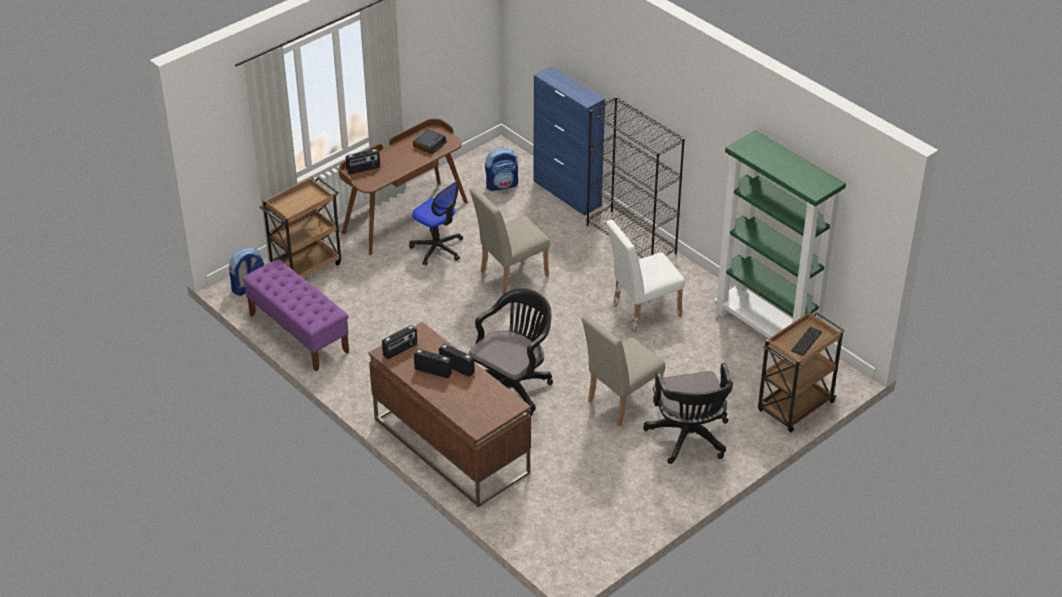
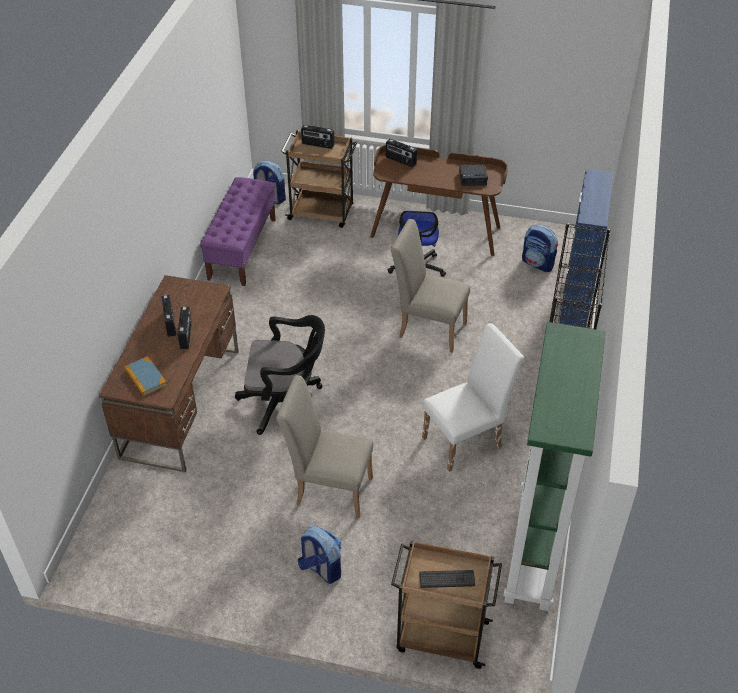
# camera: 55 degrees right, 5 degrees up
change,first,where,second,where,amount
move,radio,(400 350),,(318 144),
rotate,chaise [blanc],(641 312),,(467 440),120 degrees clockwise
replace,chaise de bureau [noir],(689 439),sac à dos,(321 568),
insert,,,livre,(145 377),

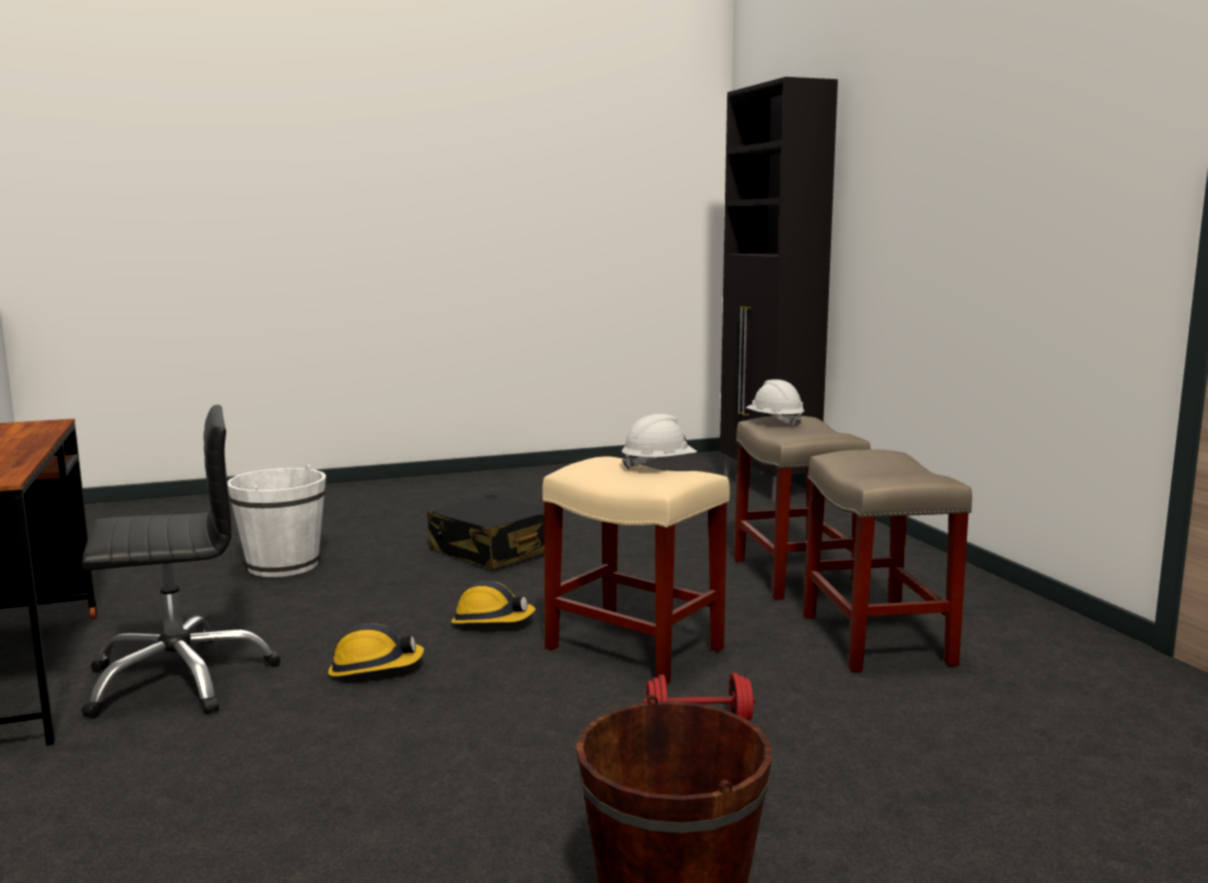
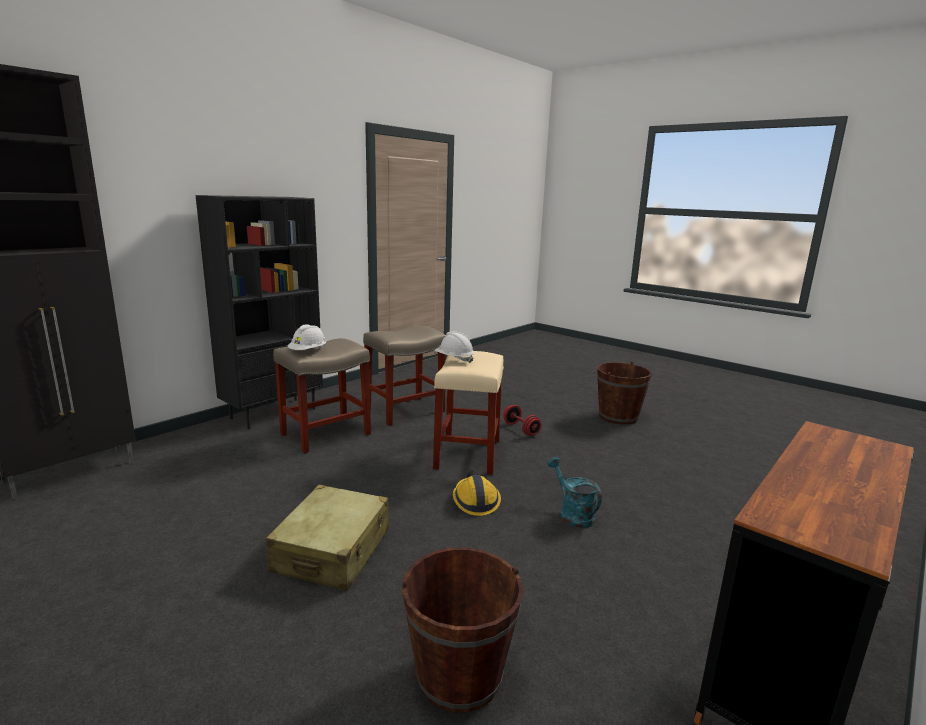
# camera: 120 degrees left, 5 degrees up
change,first,where,second,where,amount
delete,chaise de bureau [noir],(179 679),,,
recolor,seau [blanc],(283 565),seau [marron],(459 675),
replace,casque de chantier,(375 668),arrosoir [turquoise],(572 514),
recolor,valise [noir],(493 551),valise [beige],(333 551),
insert,,,bibliothèque [noir],(273 413),

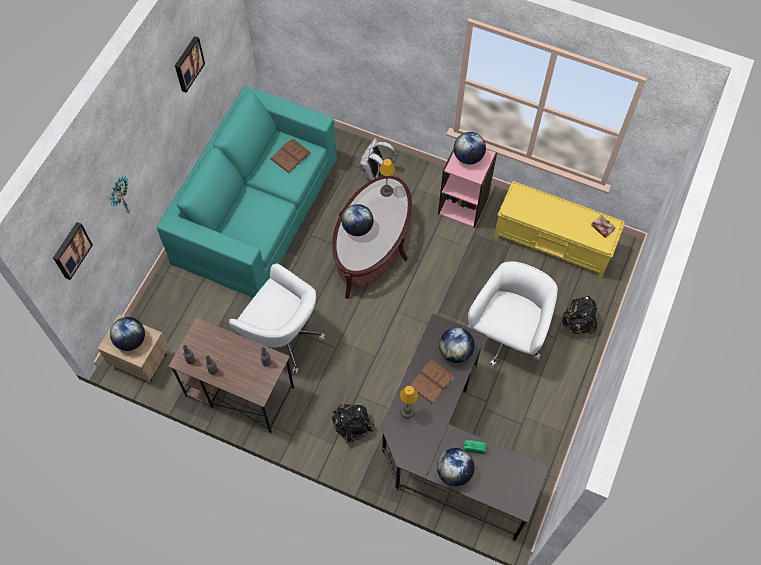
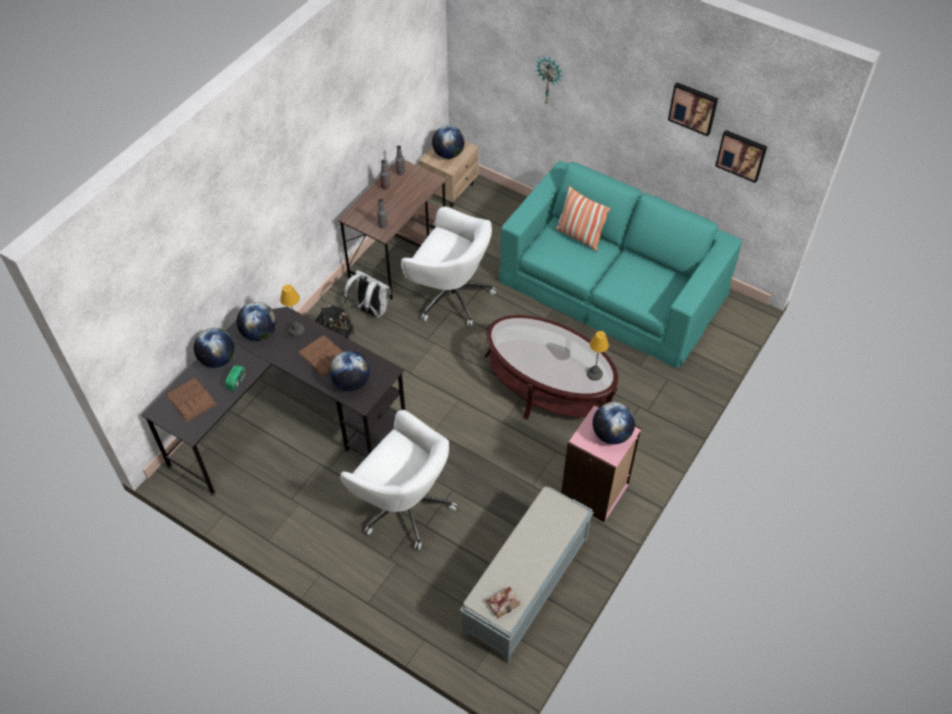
# camera: 100 degrees right, 10 degrees down
change,first,where,second,where,amount
move,tableau,(71 250),,(741 155),
rotate,chaise de bureau [blanc],(282 337),,(450 295),105 degrees counterclockwise
move,livre [marron],(290 156),,(191 399),
move,globe,(357 228),,(259 333),
move,sac à dos [blanc],(375 173),,(370 311),
recolor,banc [jaune],(554 242),banc [gris],(525 588),
delete,sac à dos [noir],(578 322),,,
insert,,,coussin,(579 236),

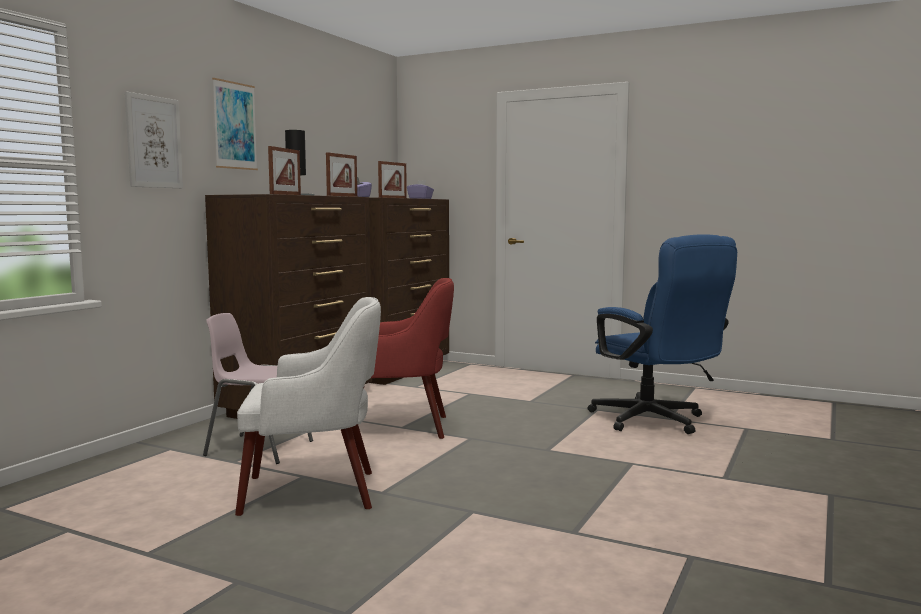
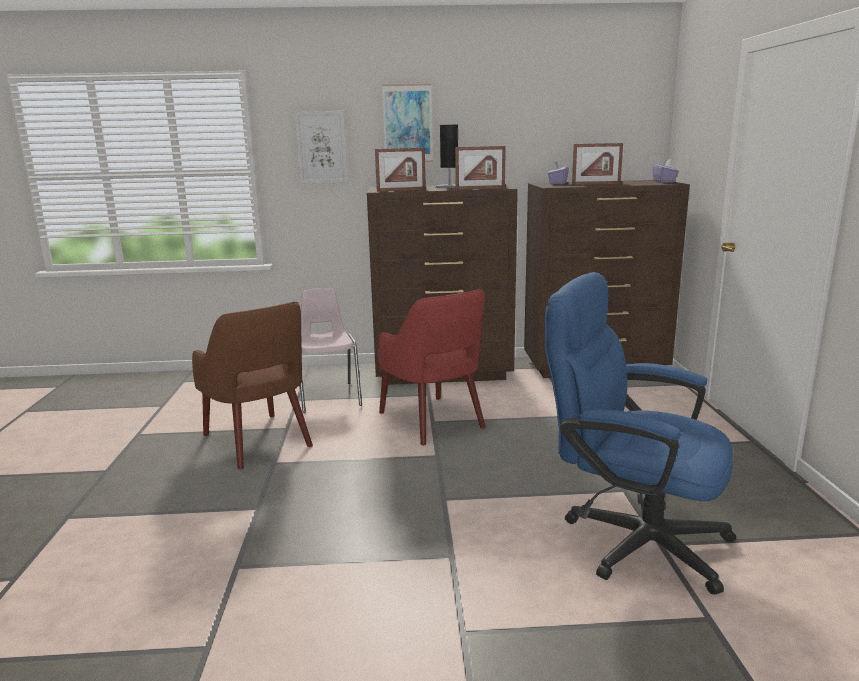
# camera: 60 degrees right, 10 degrees up
change,first,where,second,where,amount
recolor,fauteuil [blanc],(314 492),fauteuil [marron],(258 441),
rotate,chaise de bureau [bleu],(655 422),,(631 538),90 degrees clockwise

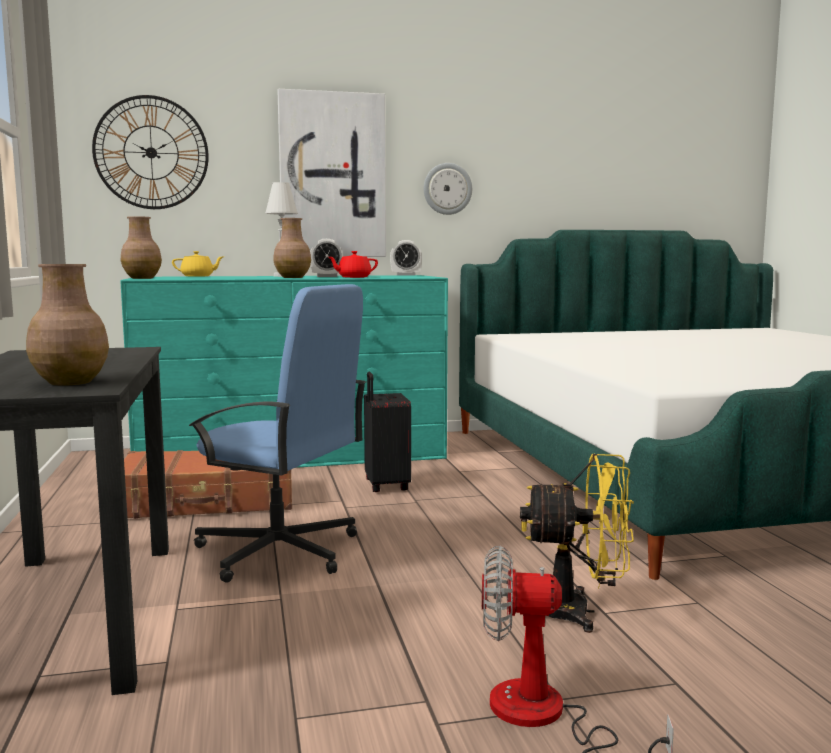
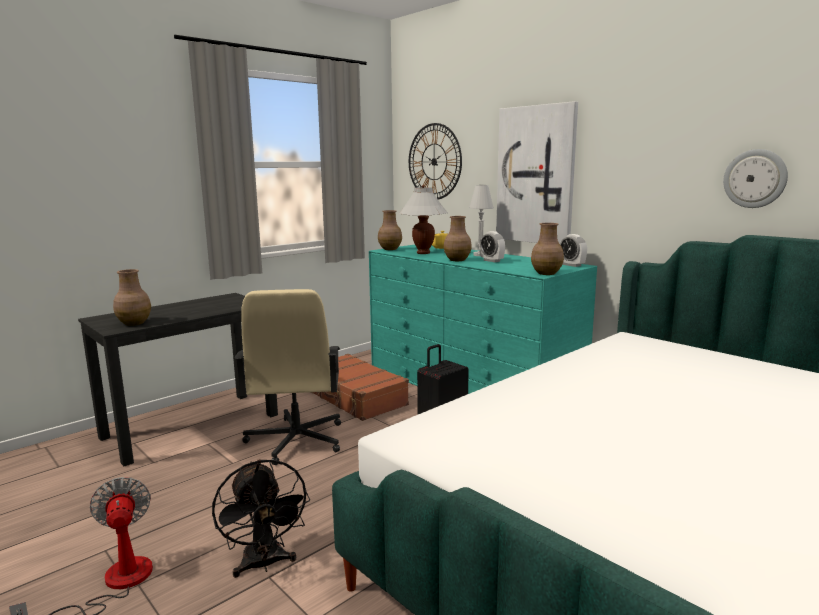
# camera: 60 degrees right, 5 degrees up
change,first,where,second,where,amount
recolor,chaise de bureau [bleu],(280 551),chaise de bureau [beige],(295 441),
delete,théière [rouge],(353 277),,,
move,horloge murale,(447 189),,(755 178),
recolor,ventilateur [jaune],(577 612),ventilateur [noir],(264 564),
insert,,,lampe de table [blanc],(423 253),
insert,,,vase [marron],(546 273),

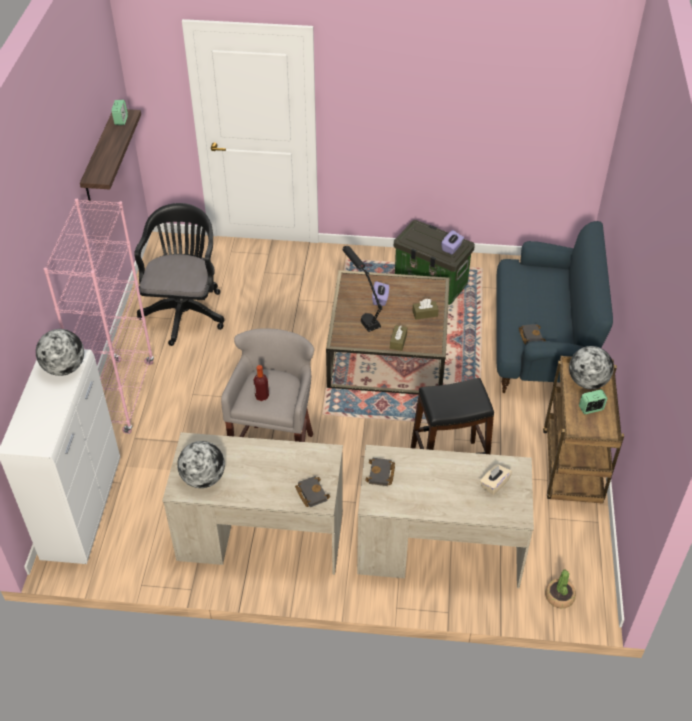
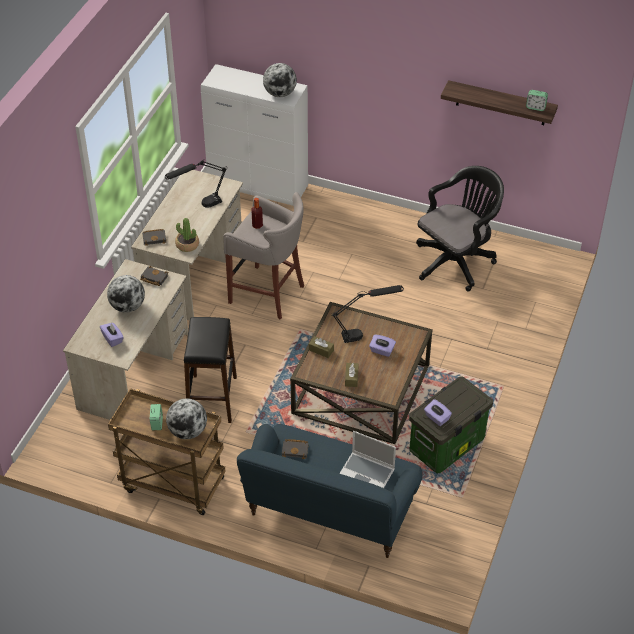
# camera: 105 degrees right, 0 degrees up
change,first,where,second,where,amount
delete,bibliothèque [rose],(122 396),,,
rotate,chaise de bureau [noir],(185 311),,(456 261),60 degrees counterclockwise
move,globe,(203 478),,(127 306),
recolor,boîte à mouchoirs [beige],(494 484),boîte à mouchoirs [violet],(112 339),
move,plante en pot,(559 597),,(187 245),
insert,,,lampe de table [noir],(199 206),
insert,,,ordinateur portable,(367 473),

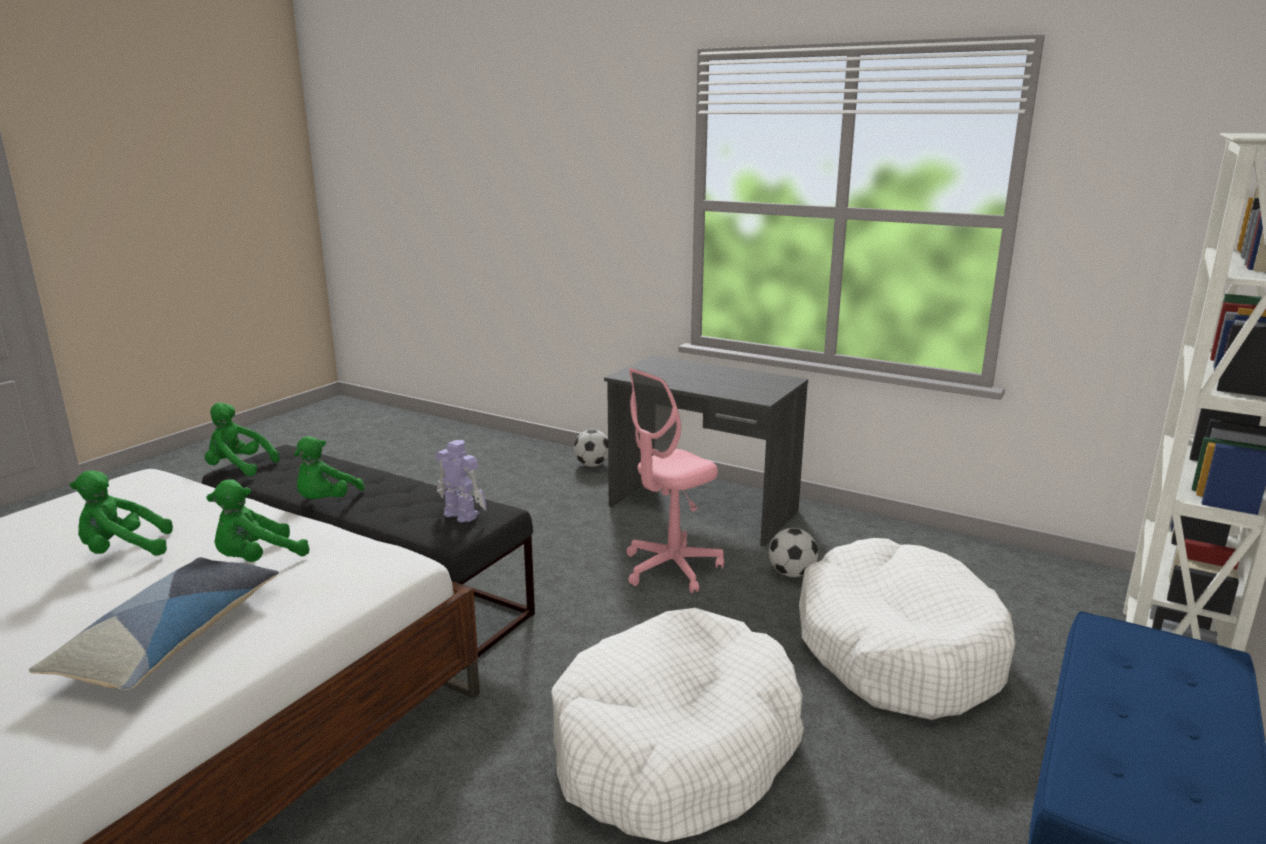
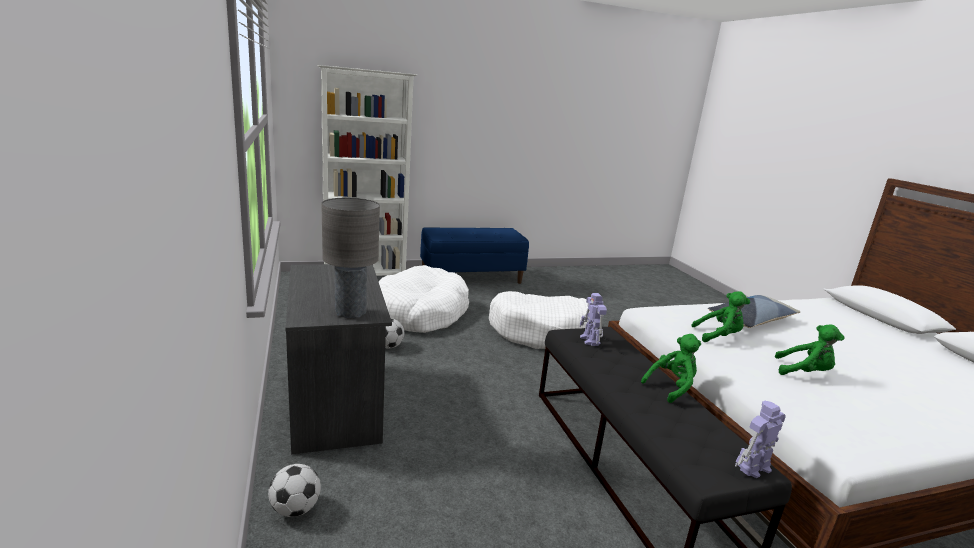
# camera: 140 degrees left, 0 degrees up
change,first,where,second,where,amount
replace,peluche [vert],(238 468),robot jouet,(753 468),
delete,chaise de bureau [rose],(671 568),,,
insert,,,lampe de table [gris],(350 312),

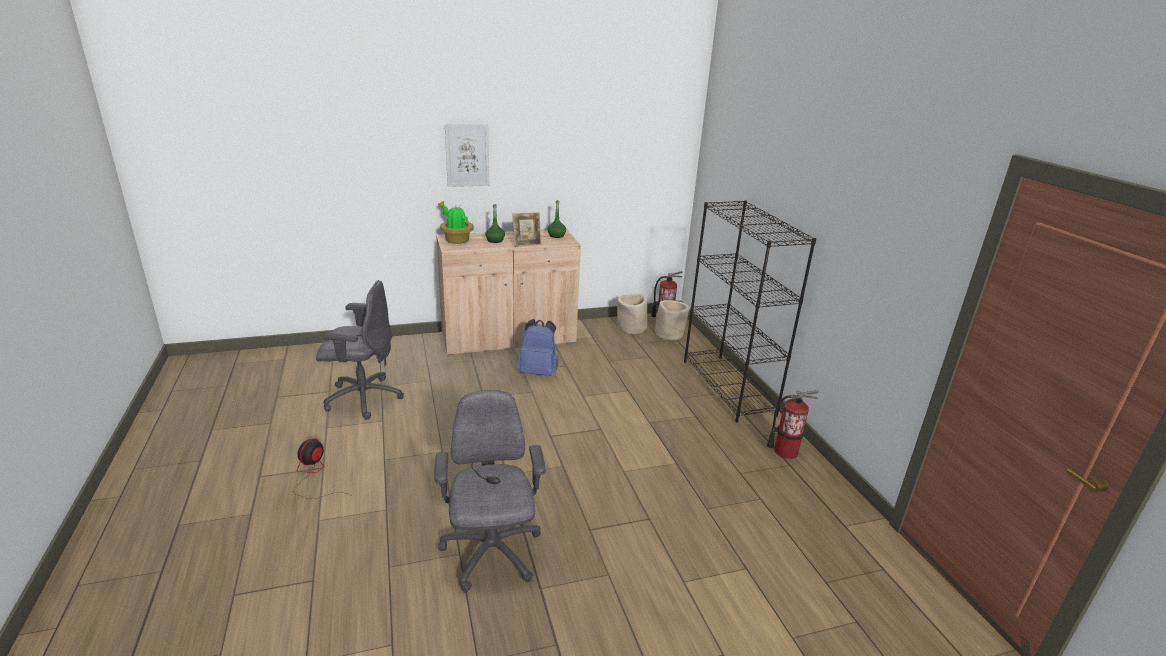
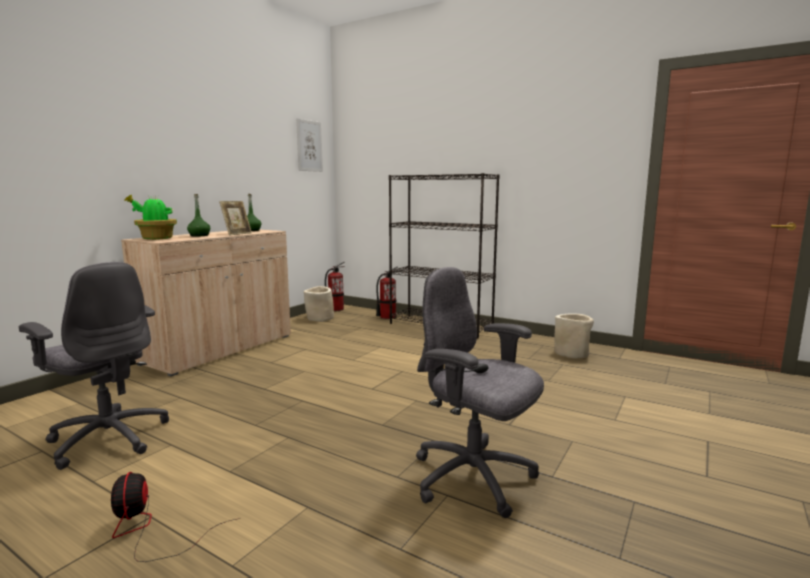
# camera: 40 degrees left, 15 degrees down
change,first,where,second,where,amount
rotate,chaise de bureau [gris],(362 398),,(109 438),75 degrees clockwise
move,tableau,(467 155),,(309 146),
delete,sac à dos [bleu],(538 372),,,
move,cache-pot [beige],(669 335),,(572 354),
move,extincteur,(785 451),,(387 317),

